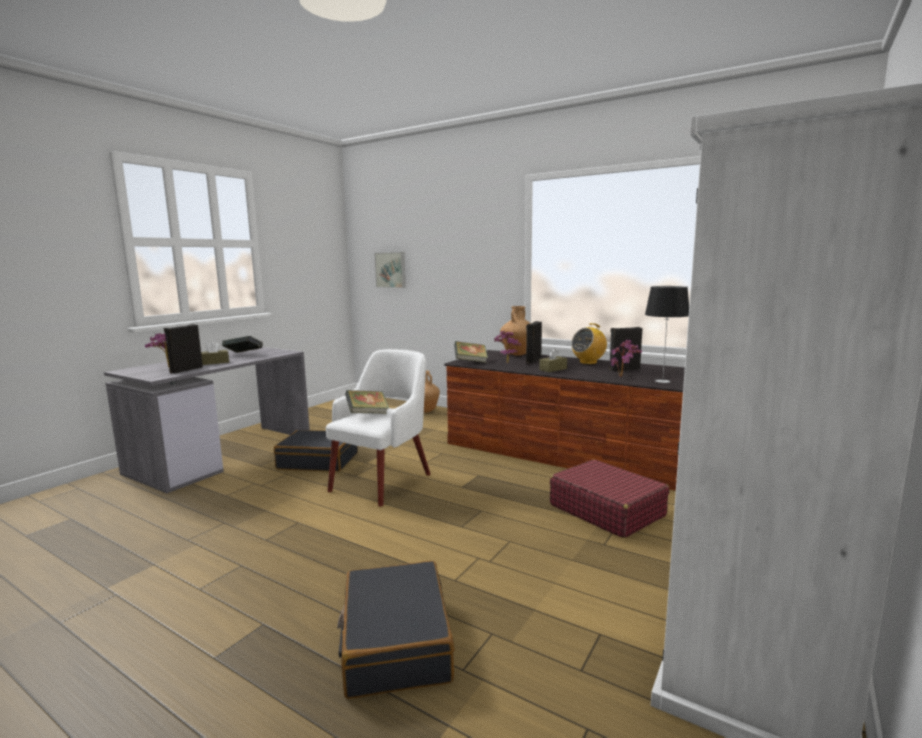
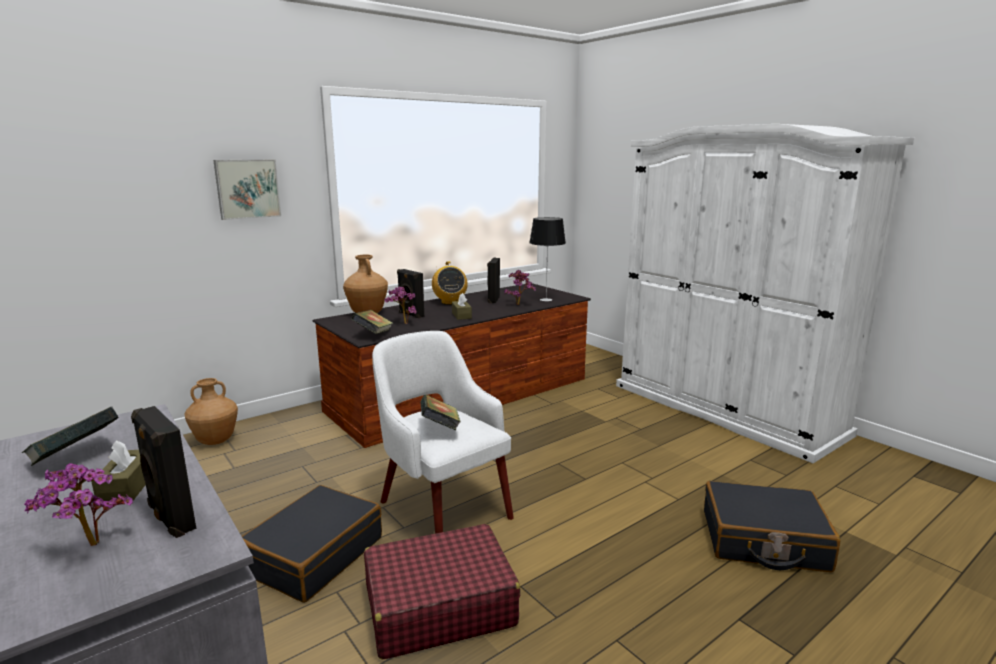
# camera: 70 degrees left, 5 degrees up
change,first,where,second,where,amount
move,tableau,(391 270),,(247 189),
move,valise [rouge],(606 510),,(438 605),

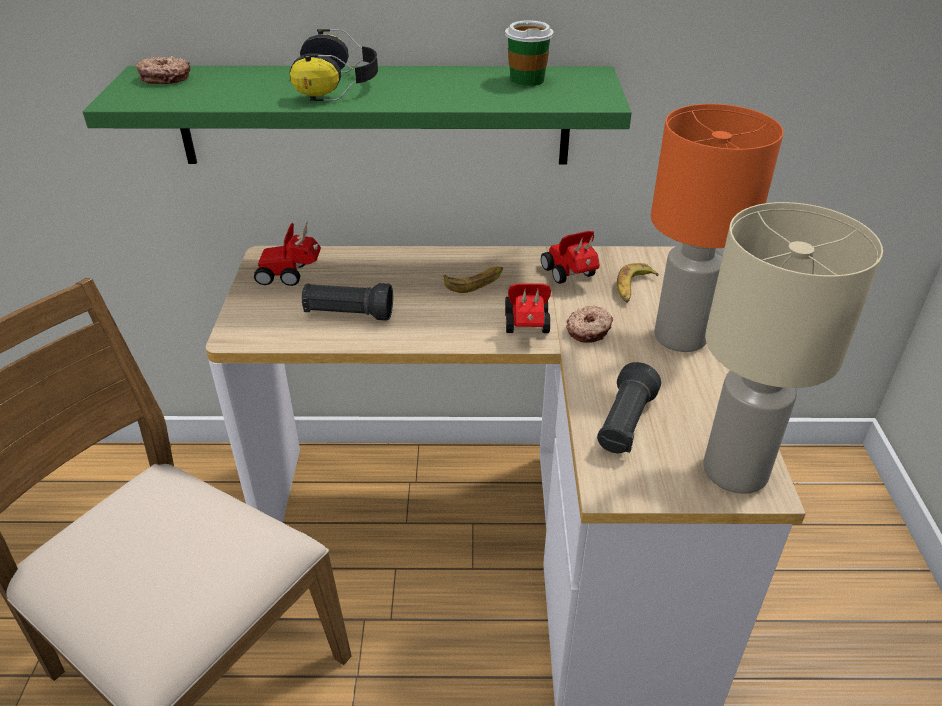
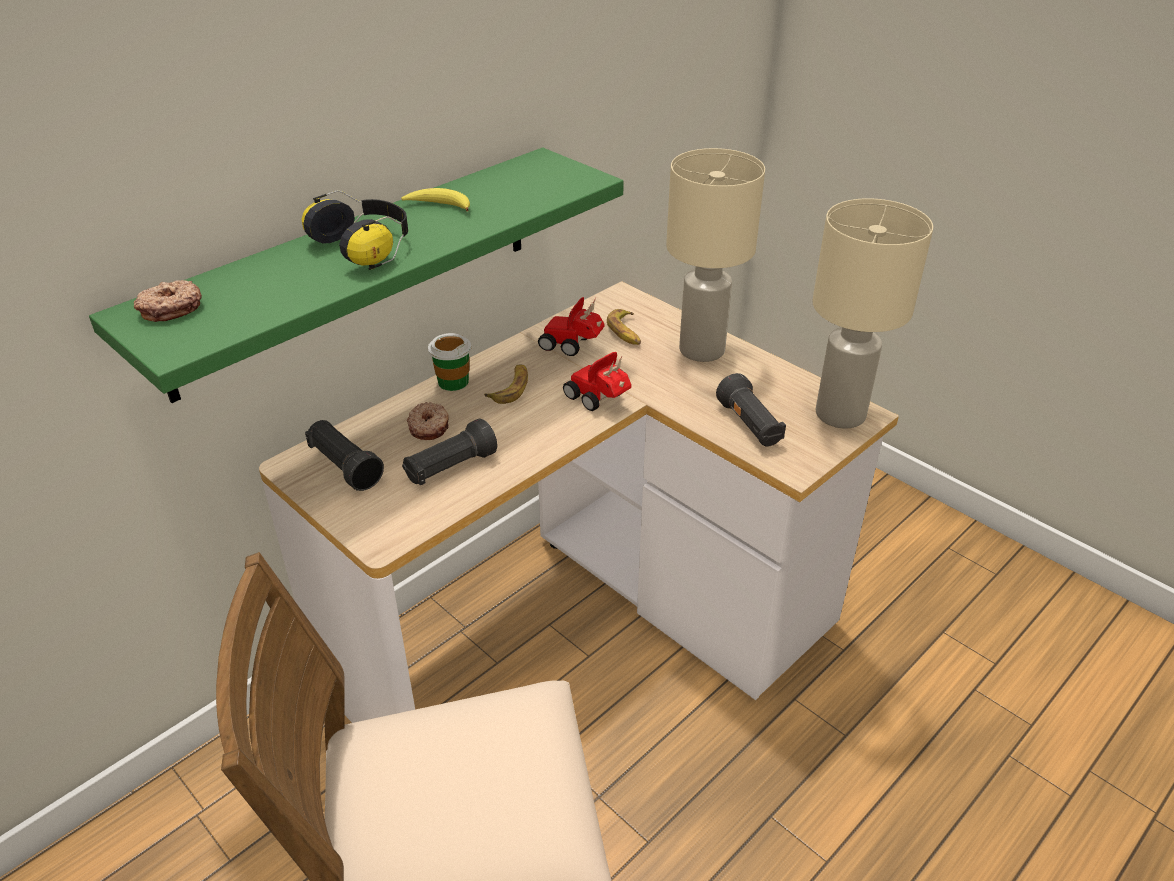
# camera: 45 degrees left, 0 degrees up
change,first,where,second,where,amount
replace,petite voiture,(291 275),lampe de poche [noir],(345 467),
move,tasse,(527 80),,(453 382),
move,beignet,(589 330),,(429 427),
recolor,lampe de table [orange],(682 337),lampe de table [beige],(703 350),
insert,,,banane,(439 206),

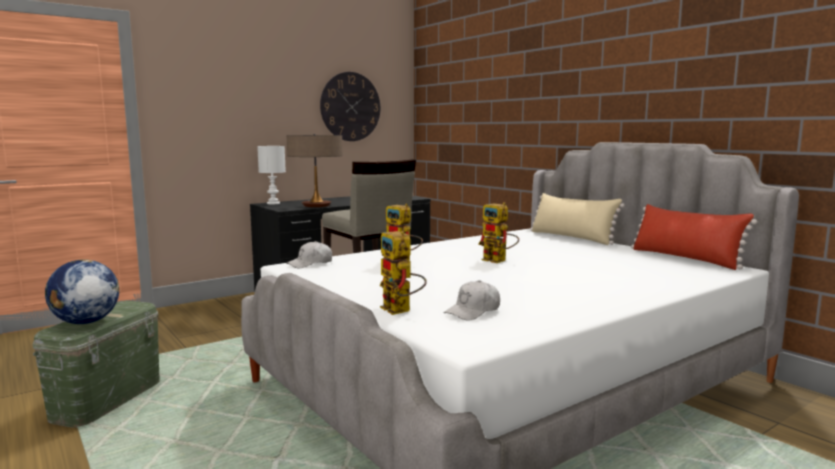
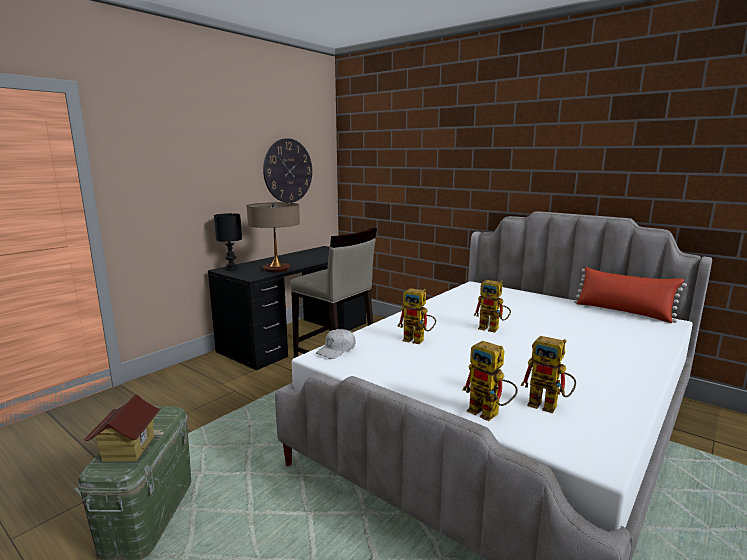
# camera: 15 degrees left, 5 degrees up
change,first,where,second,where,amount
replace,globe,(85 322),maison miniature,(128 448),
recolor,lampe de table [blanc],(273 203),lampe de table [noir],(231 268),
replace,casquette [blanc],(473 311),robot jouet,(549 406),
delete,coussin [beige],(571 237),,,

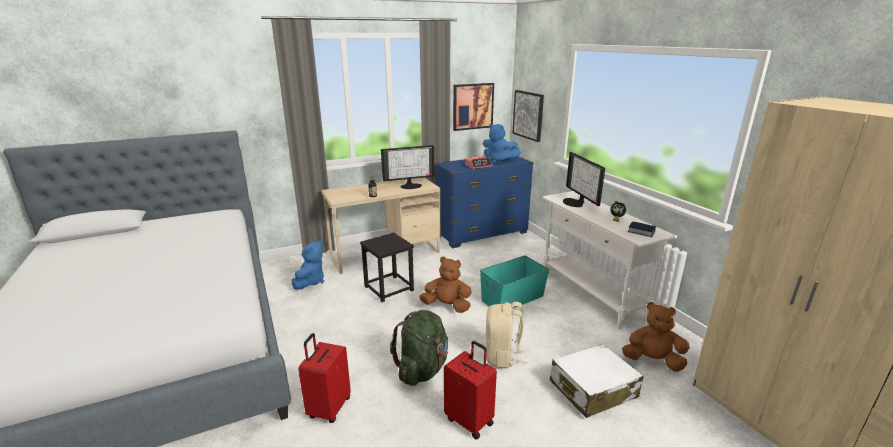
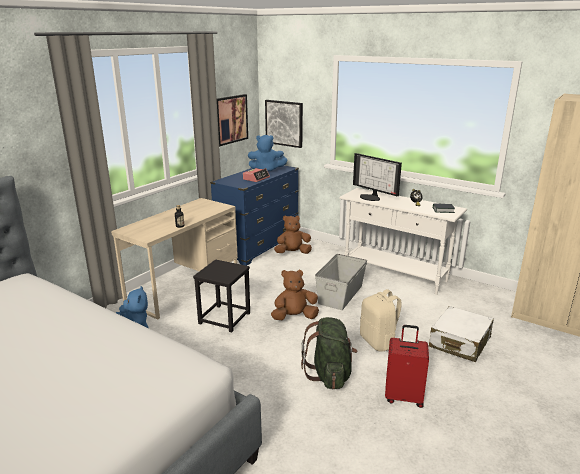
# camera: 30 degrees left, 0 degrees up
change,first,where,second,where,amount
delete,valise [rouge],(328 408),,,
delete,écran d'ordinateur,(410 185),,,
recolor,boîte de rangement [turquoise],(512 298),boîte de rangement [gris],(340 294),
move,peluche [marron],(652 361),,(292 253),

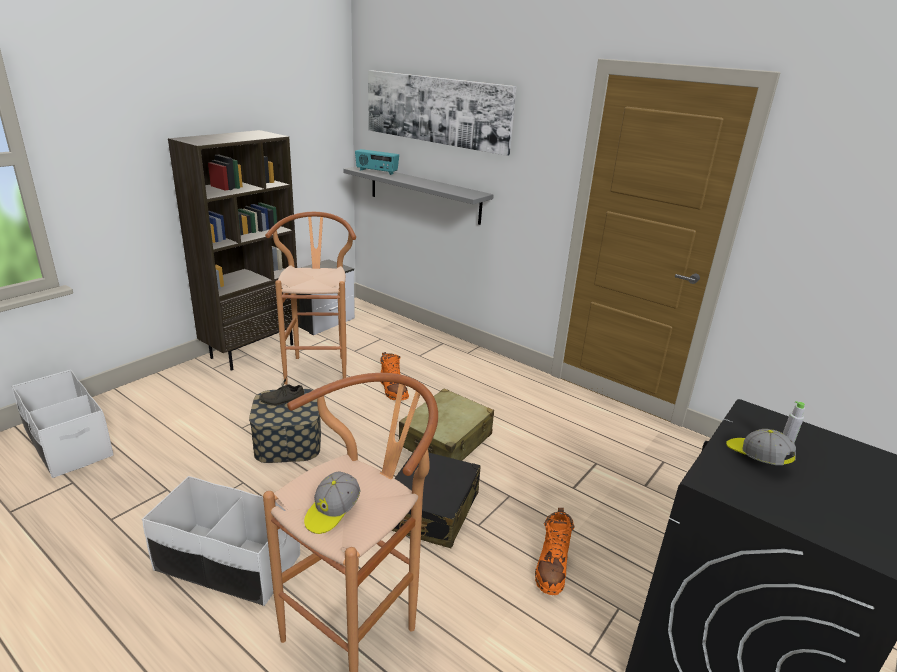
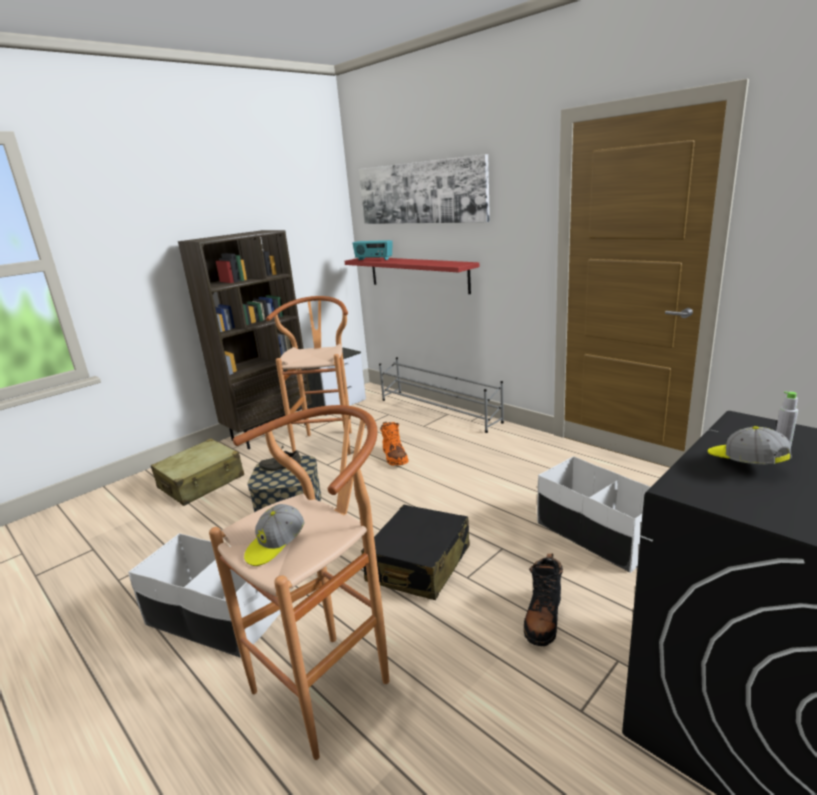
# camera: 10 degrees right, 5 degrees down
change,first,where,second,where,amount
move,boîte de rangement [blanc],(67 443),,(597 535),
recolor,étagère [gris],(424 194),étagère [rouge],(417 274),
move,valise [beige],(446 441),,(201 482),
recolor,botte [orange],(552 567),botte [noir],(543 618),
insert,,,étagère à chaussures [gris],(439 411),

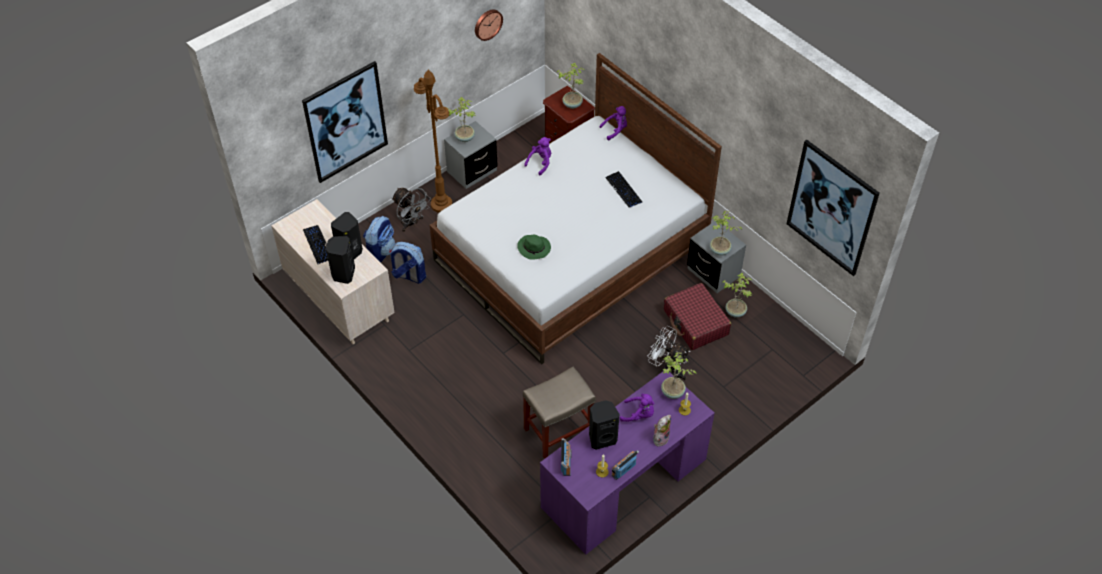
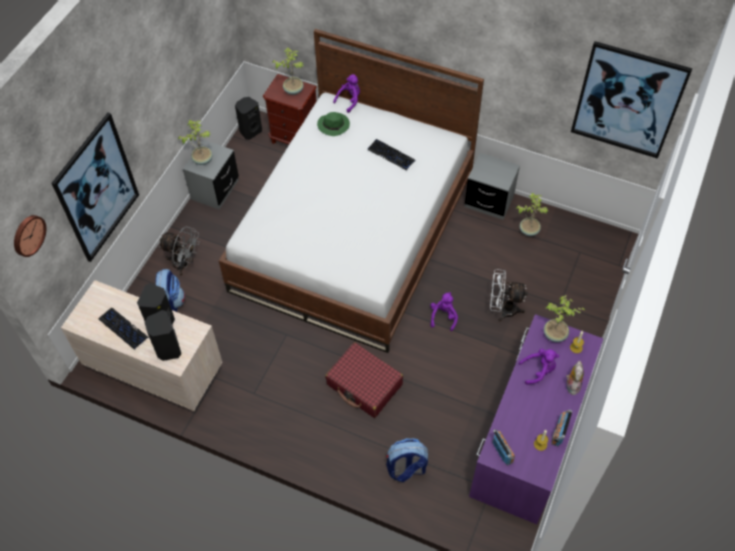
# camera: 25 degrees left, 5 degrees up
change,first,where,second,where,amount
move,sac à dos,(409 275),,(406 469),
delete,lampadaire [marron],(441 204),,,
move,horloge murale,(487 24),,(28 235),
move,chapeau [vert],(534 248),,(334 125),
delete,tabouret [beige],(559 431),,,
move,peluche [violet],(540 163),,(443 316),
move,enceinte [noir],(602 438),,(250 131),
move,valise [rouge],(695 323),,(364 385),
delete,plante en pot,(719 251),,,

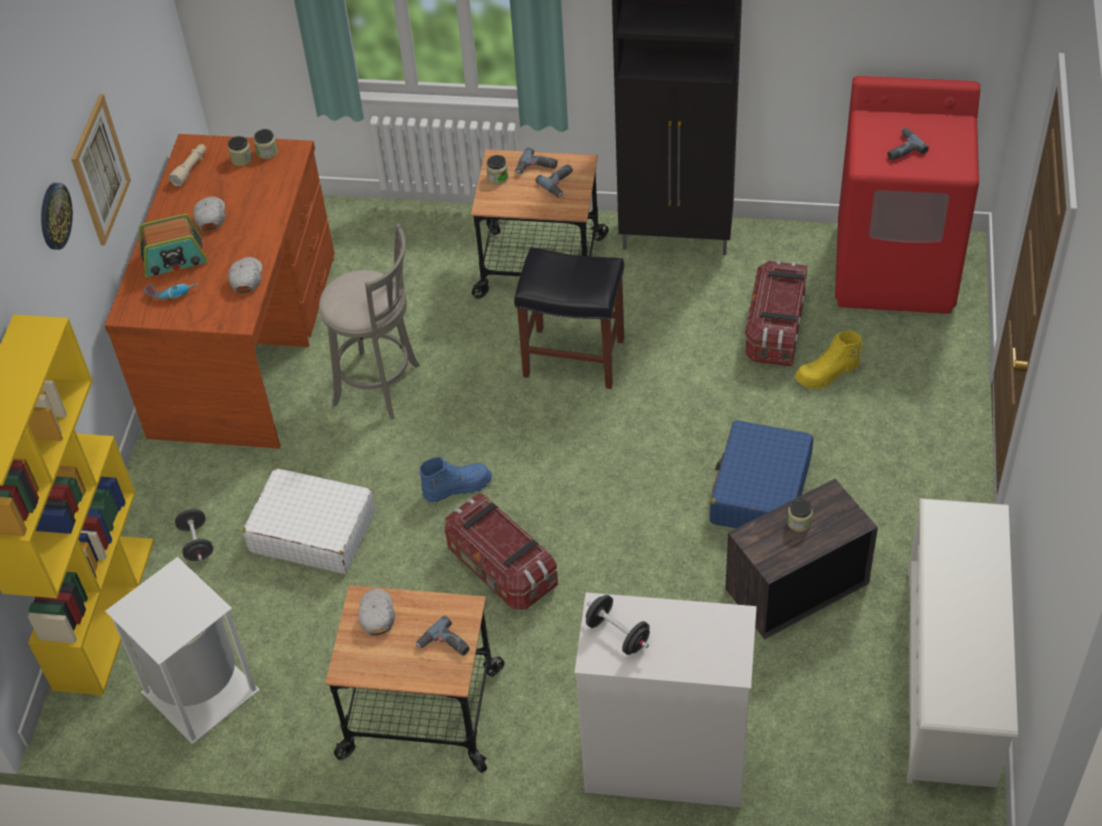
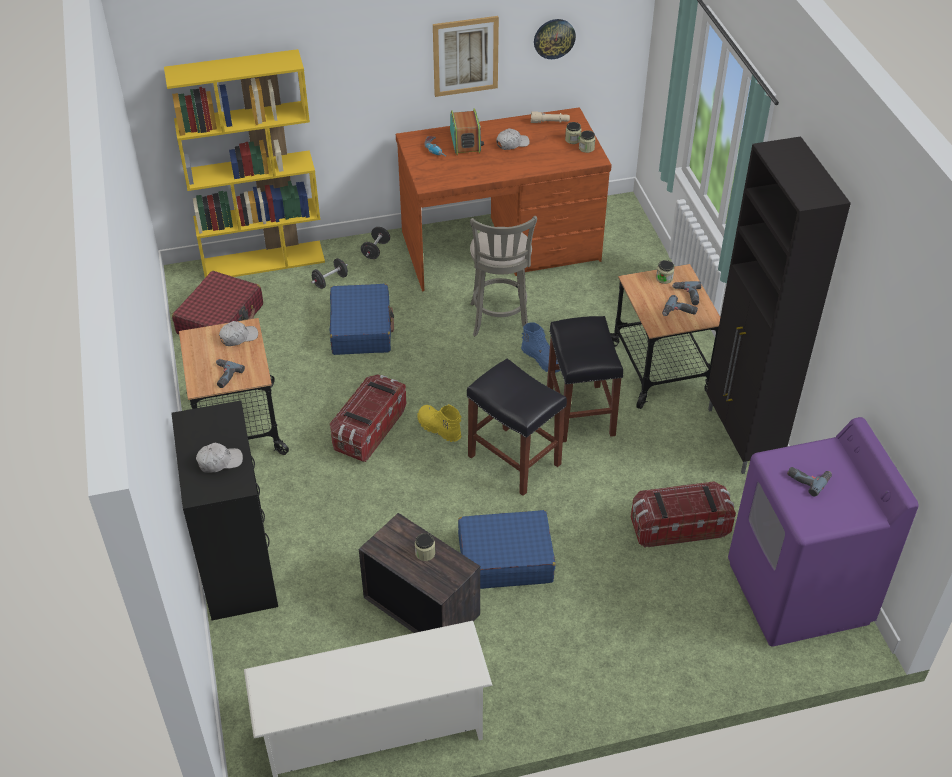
# camera: 65 degrees right, 5 degrees down
change,first,where,second,where,amount
move,horloge murale,(54 216),,(554 38),
replace,poubelle [blanc],(198 691),valise [rouge],(221 319),
rotate,radio,(174 259),,(465 141),150 degrees counterclockwise
move,casquette [blanc],(246 278),,(219 461),
recolor,valise [blanc],(312 531),valise [bleu],(361 328),
move,botte [bleu],(457 487),,(542 359),
recolor,commode [blanc],(664 761),commode [noir],(237 565),
move,haltère [noir],(617 634),,(376 250),
move,botte [jaune],(827 374),,(438 428),
recolor,lave-linge [rouge],(895 269),lave-linge [violet],(798 593),
insert,,,tabouret [noir],(513 460),

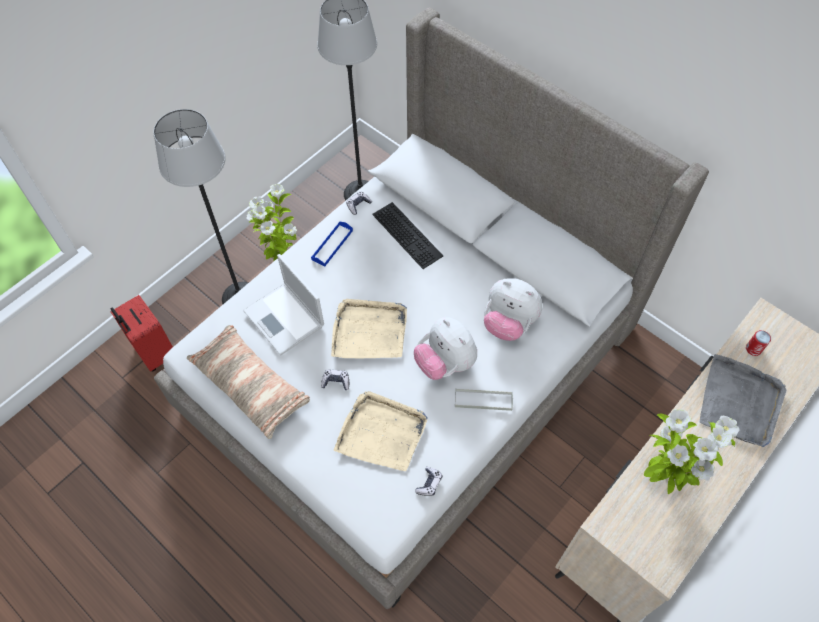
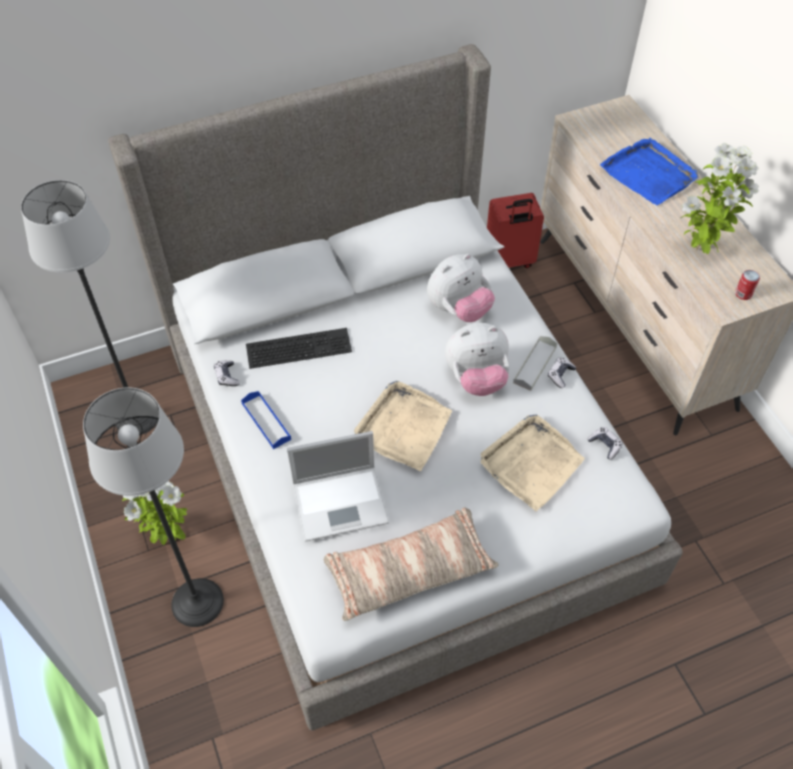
# camera: 65 degrees left, 5 degrees down
change,first,where,second,where,amount
move,valise [rouge],(154 353),,(509 261),
move,manette,(336 382),,(560 375),
recolor,plateau [gris],(739 403),plateau [bleu],(649 174),
move,boîte métallique,(753 349),,(743 294),

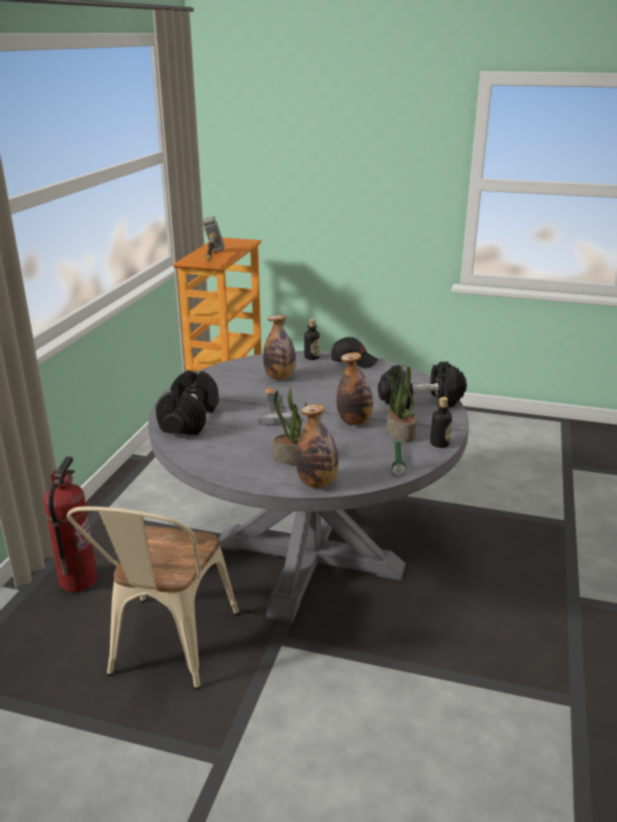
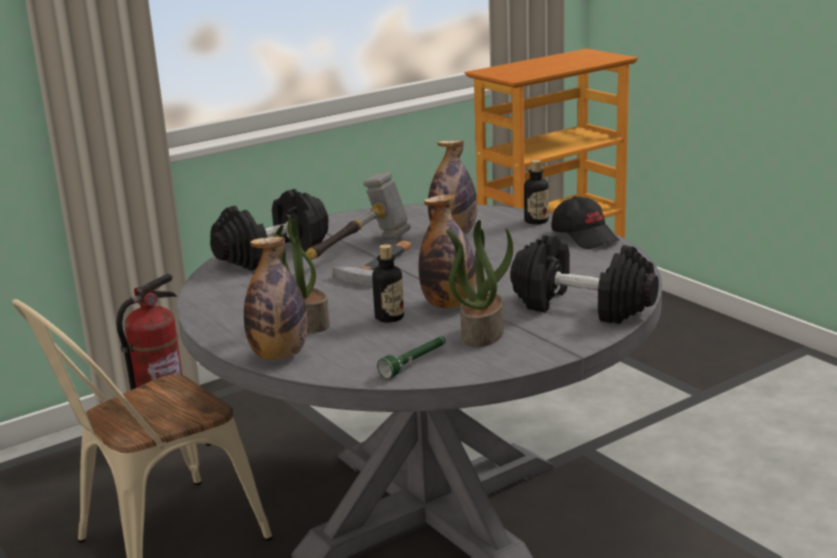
# camera: 40 degrees right, 5 degrees down
change,first,where,second,where,amount
move,marteau,(212 258),,(359 250),
move,bouteille,(439 443),,(389 317),

